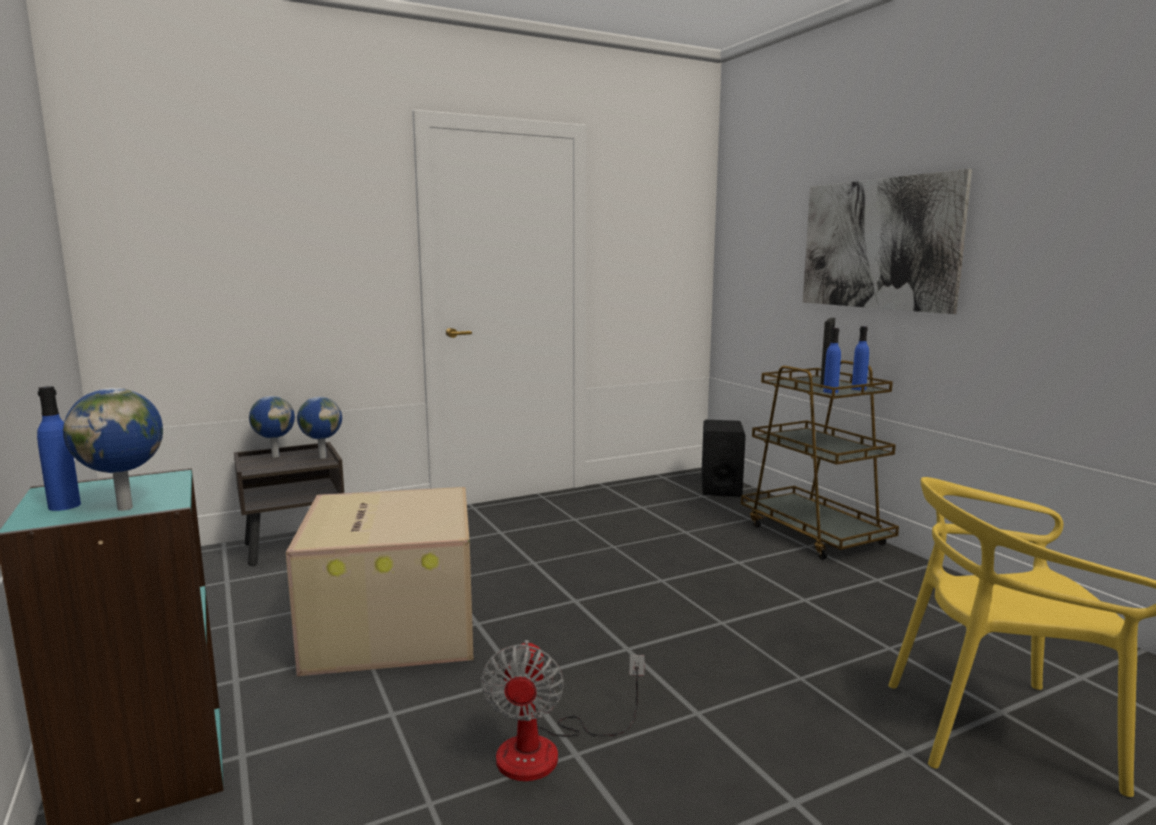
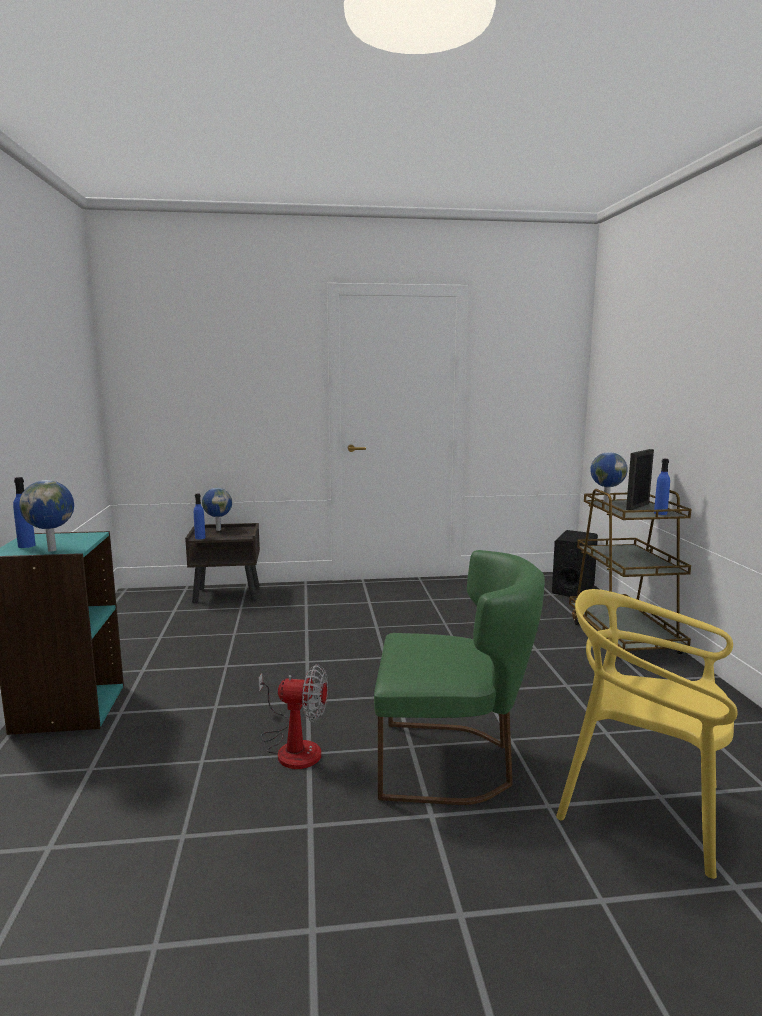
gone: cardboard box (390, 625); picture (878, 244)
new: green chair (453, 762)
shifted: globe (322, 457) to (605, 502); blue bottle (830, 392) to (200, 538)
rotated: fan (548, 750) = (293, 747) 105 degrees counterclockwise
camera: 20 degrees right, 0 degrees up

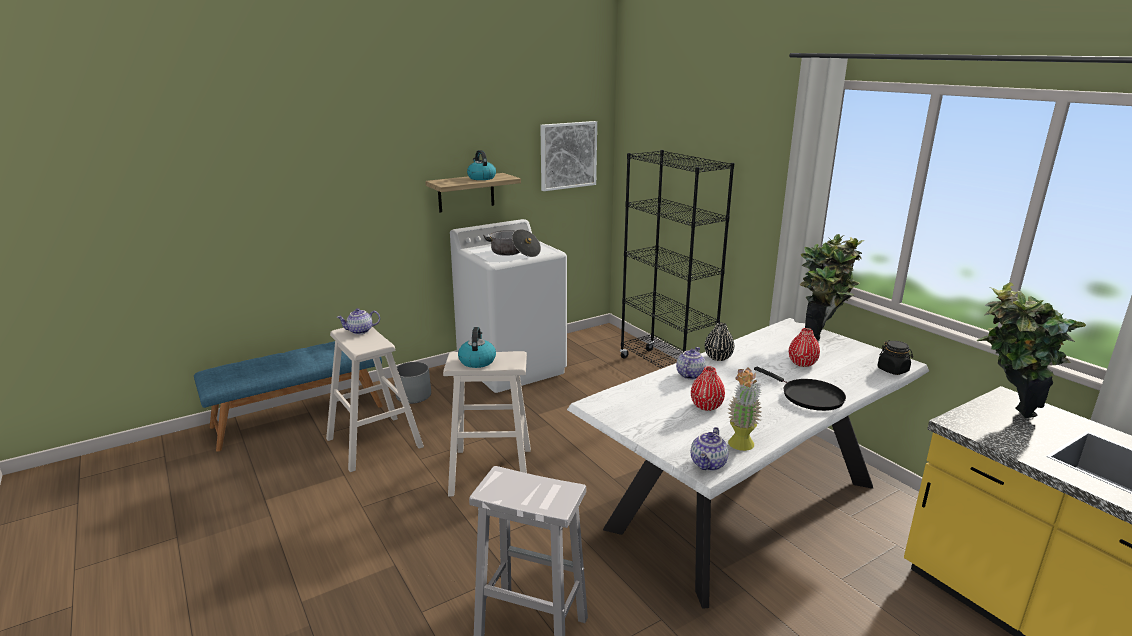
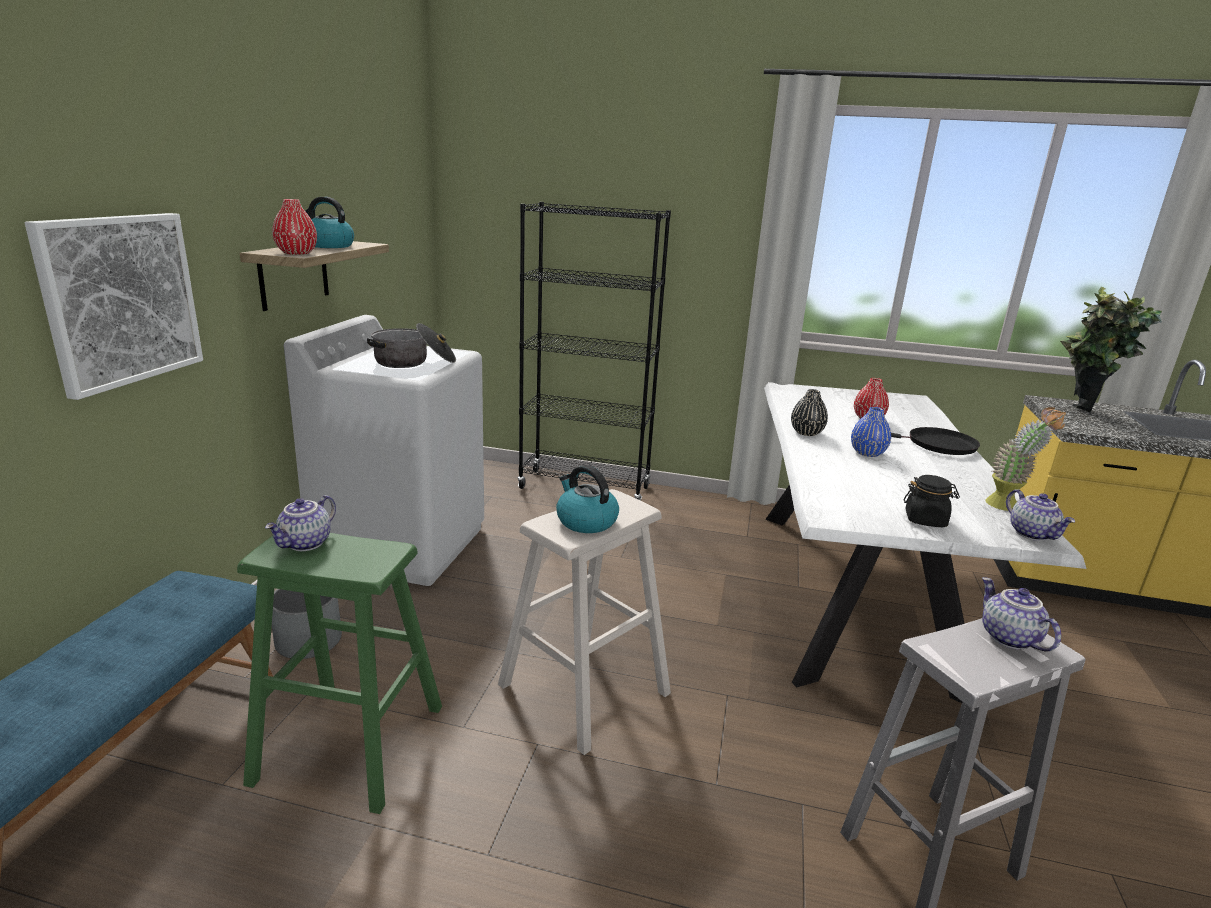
gone: potted plant (821, 337)
new: blue vase (867, 453)
shifted: picture (568, 155) to (121, 300); teapot (689, 375) to (1007, 637); red vase (706, 406) to (296, 253); black jar (893, 370) to (925, 520)
repainted: beige stool (374, 443) to green stool (350, 743)
camera: 45 degrees left, 0 degrees up

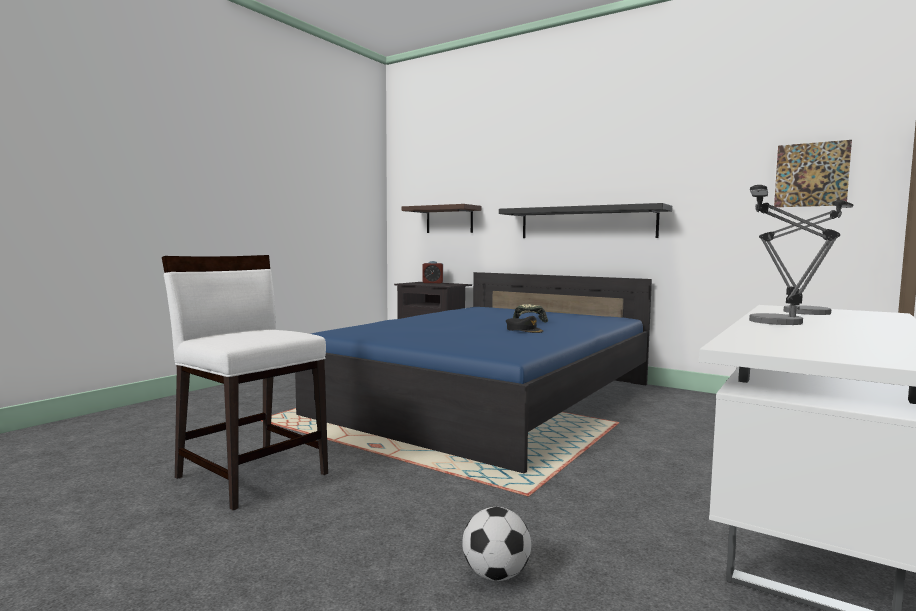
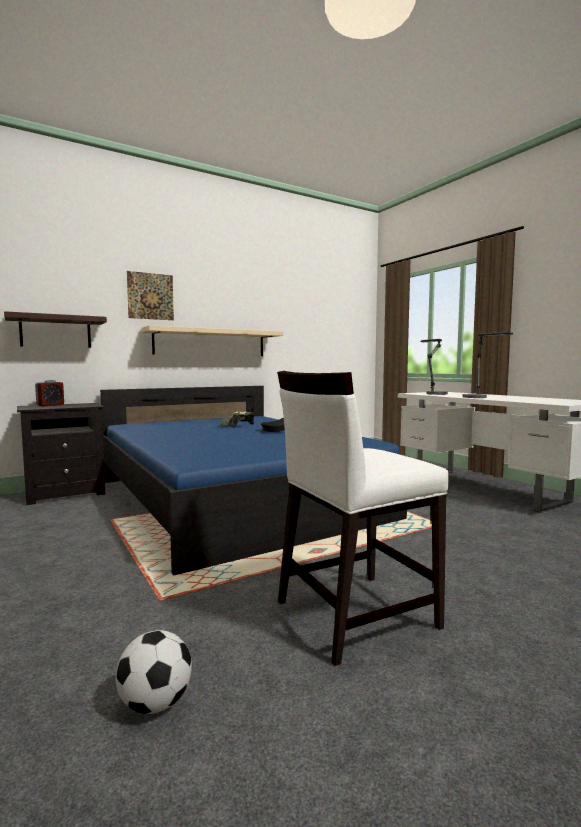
shifted: football (495, 575) to (155, 704); picture (811, 174) to (150, 296)
repainted: black shelf (586, 223) to beige shelf (210, 342)
camera: 65 degrees left, 0 degrees up

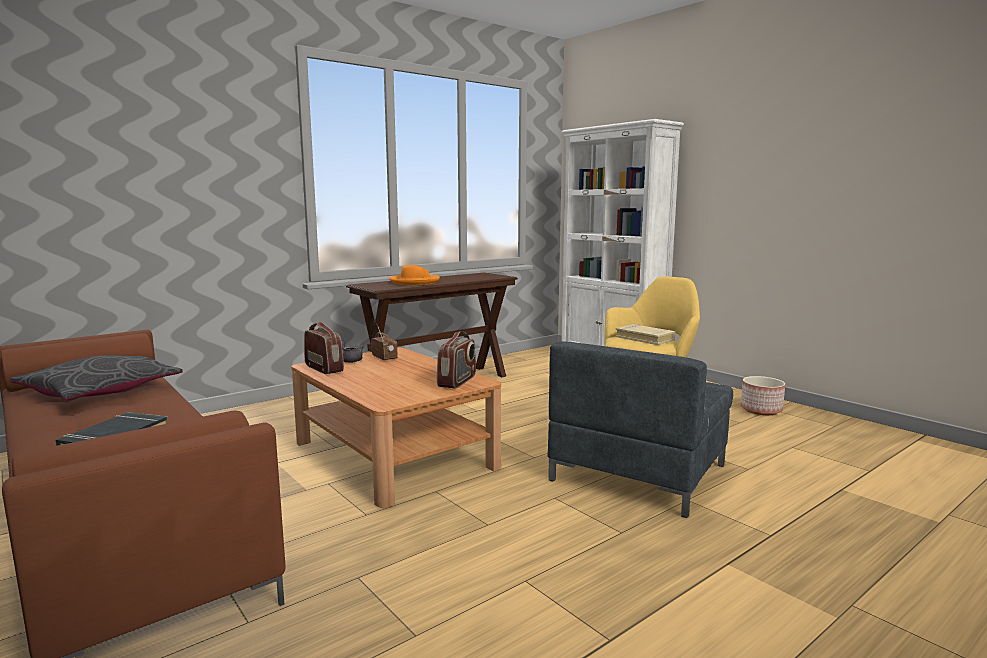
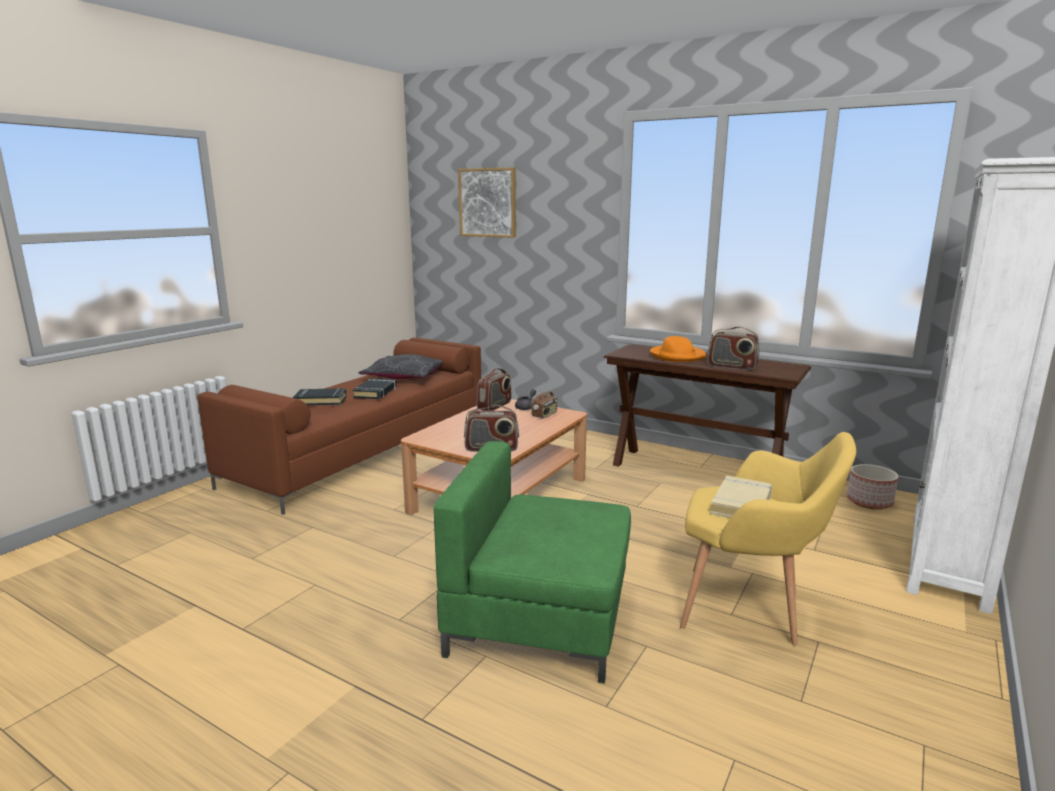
new: black book (375, 392); picture (488, 202); radio (731, 367)
shifted: planter (761, 410) to (870, 502)
repainted: grey armchair (640, 472) to green armchair (541, 619)
camera: 70 degrees right, 5 degrees up

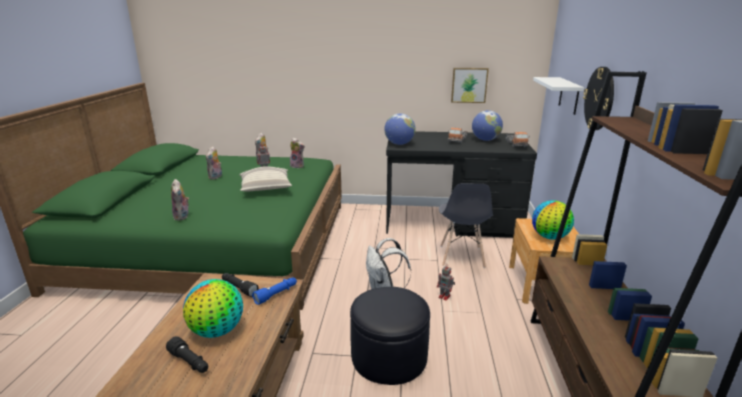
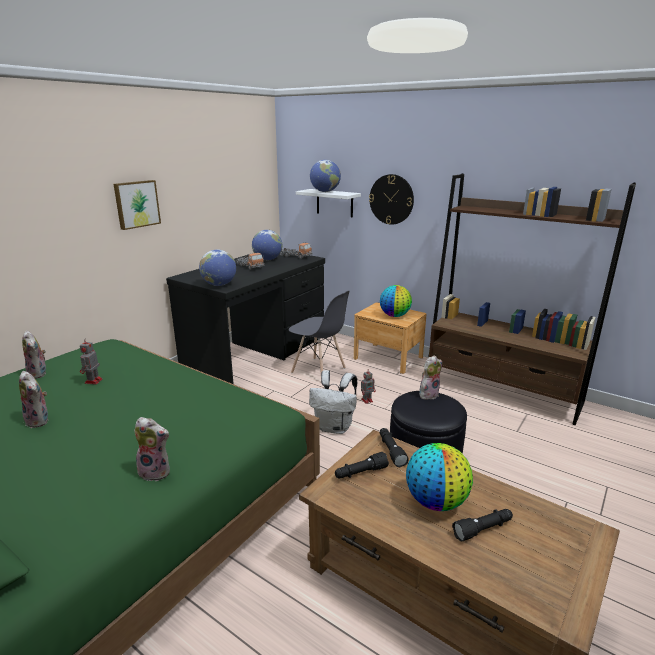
gone: pillow (266, 188)
new: globe (325, 192)
shifted: plush toy (298, 166) to (428, 394); picture (469, 85) to (136, 204)
repainted: blue flashlight (276, 294) to black flashlight (391, 451)
camera: 60 degrees left, 0 degrees up

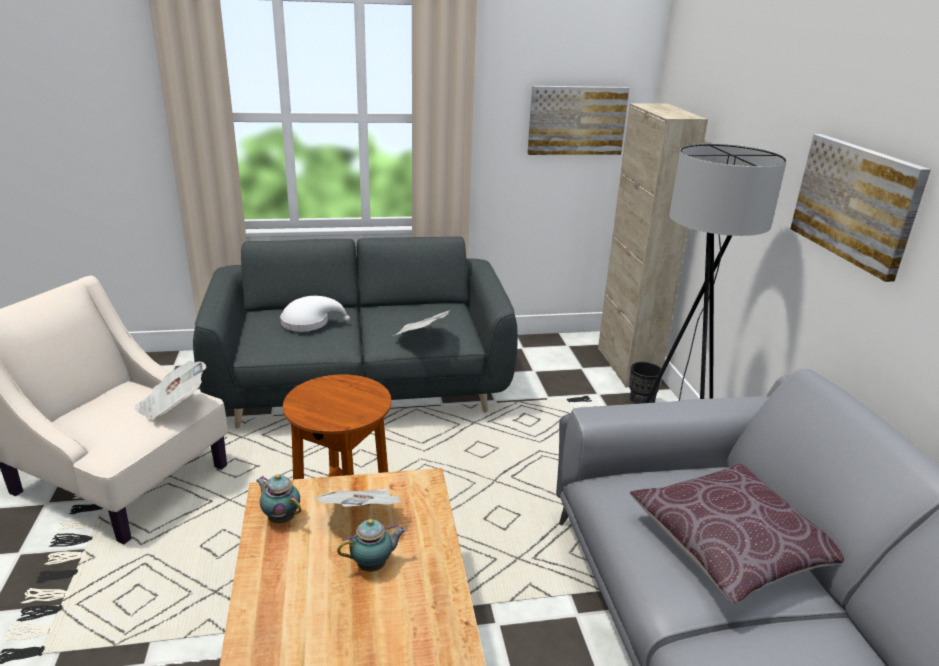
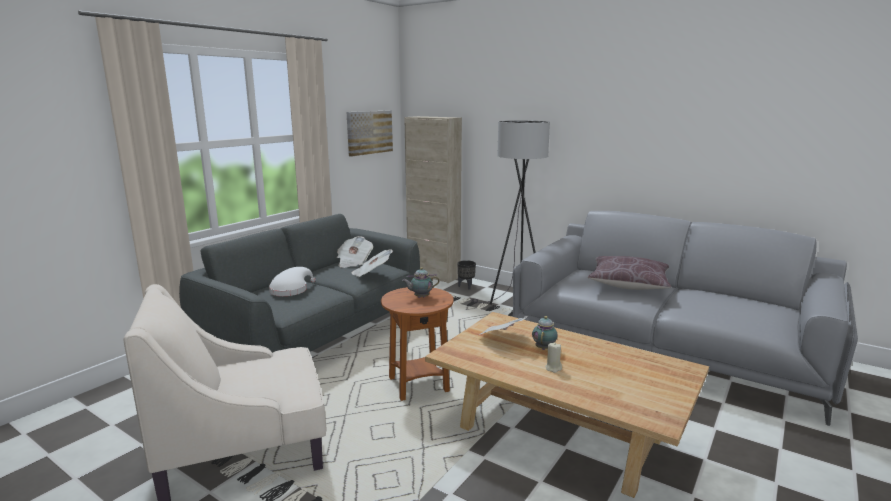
gone: picture (856, 203)
new: beige candle (553, 368)
shifted: newspaper (173, 406) to (353, 262); teapot (281, 518) to (420, 297)
camera: 45 degrees left, 10 degrees down

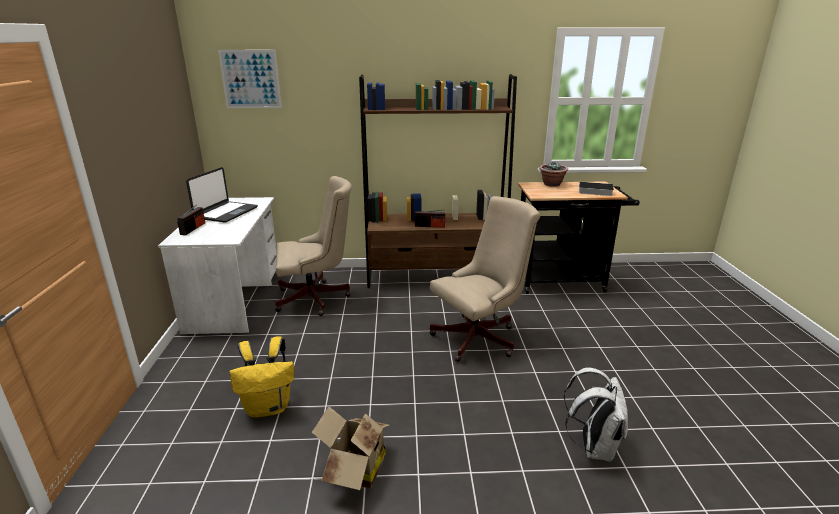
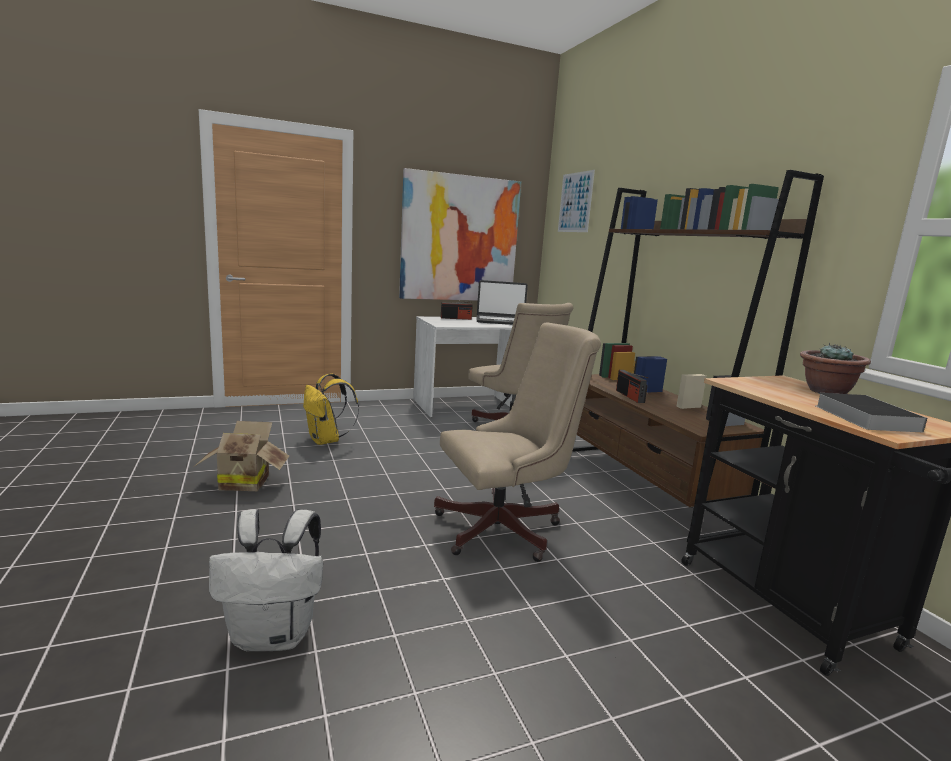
new: picture (460, 239)
rotated: beige office chair (480, 337) = (506, 529) 60 degrees counterclockwise
camera: 70 degrees right, 10 degrees down

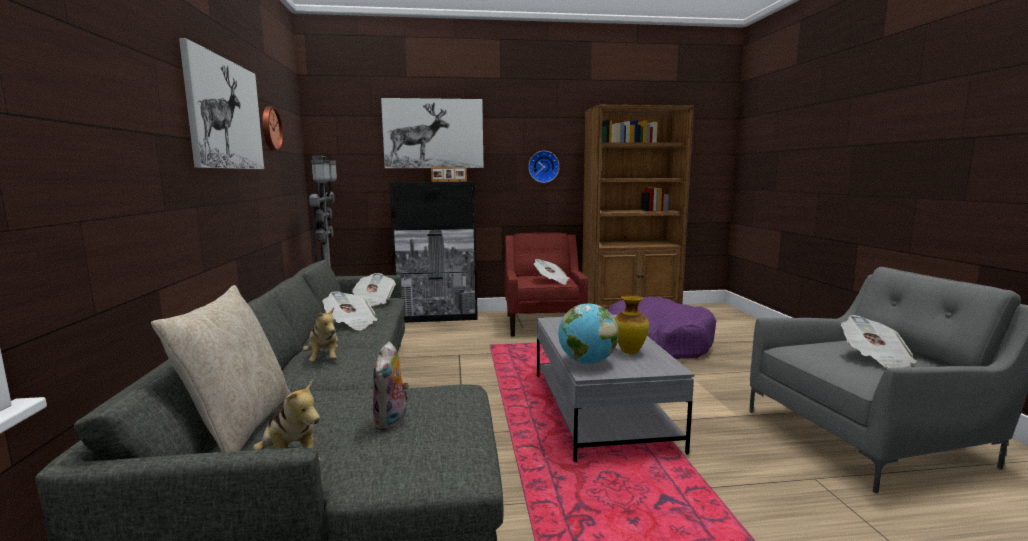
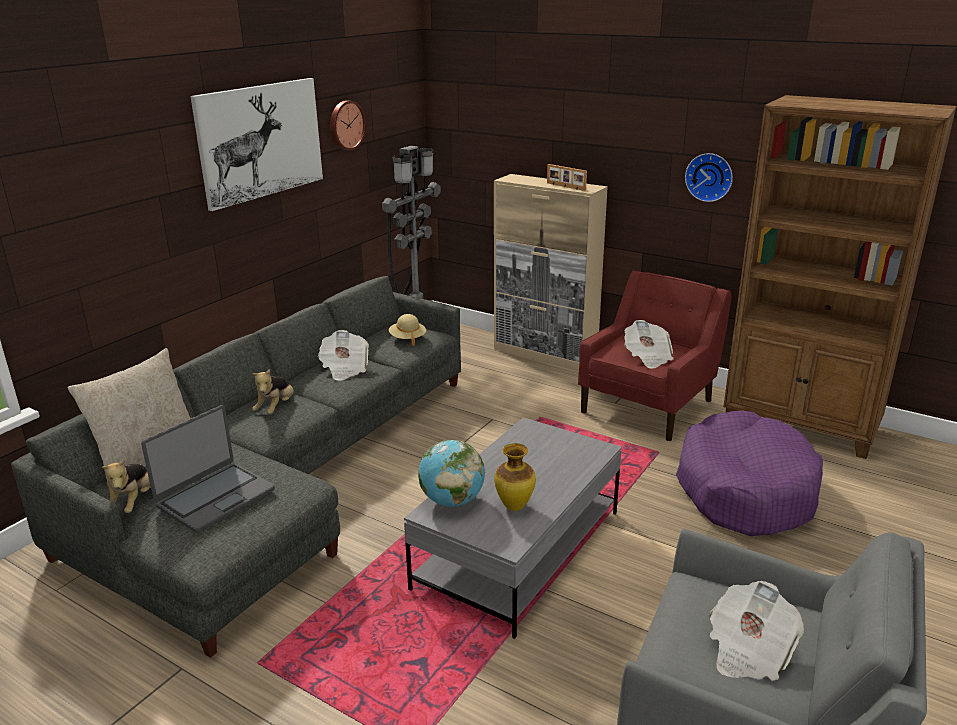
gone: picture (433, 134)
swapped: newspaper (373, 302) to beige hat (407, 338); plush toy (392, 422) to laptop (215, 497)
repainted: black cabinet (438, 318) to beige cabinet (545, 354)
camera: 40 degrees right, 15 degrees up

